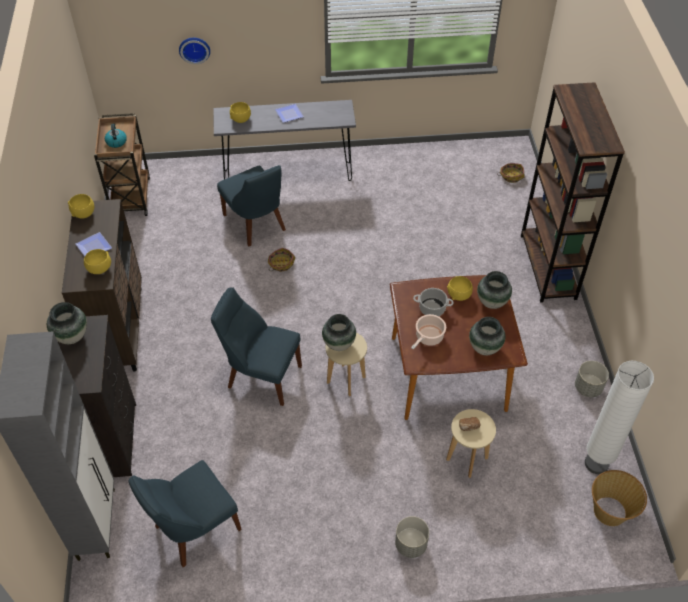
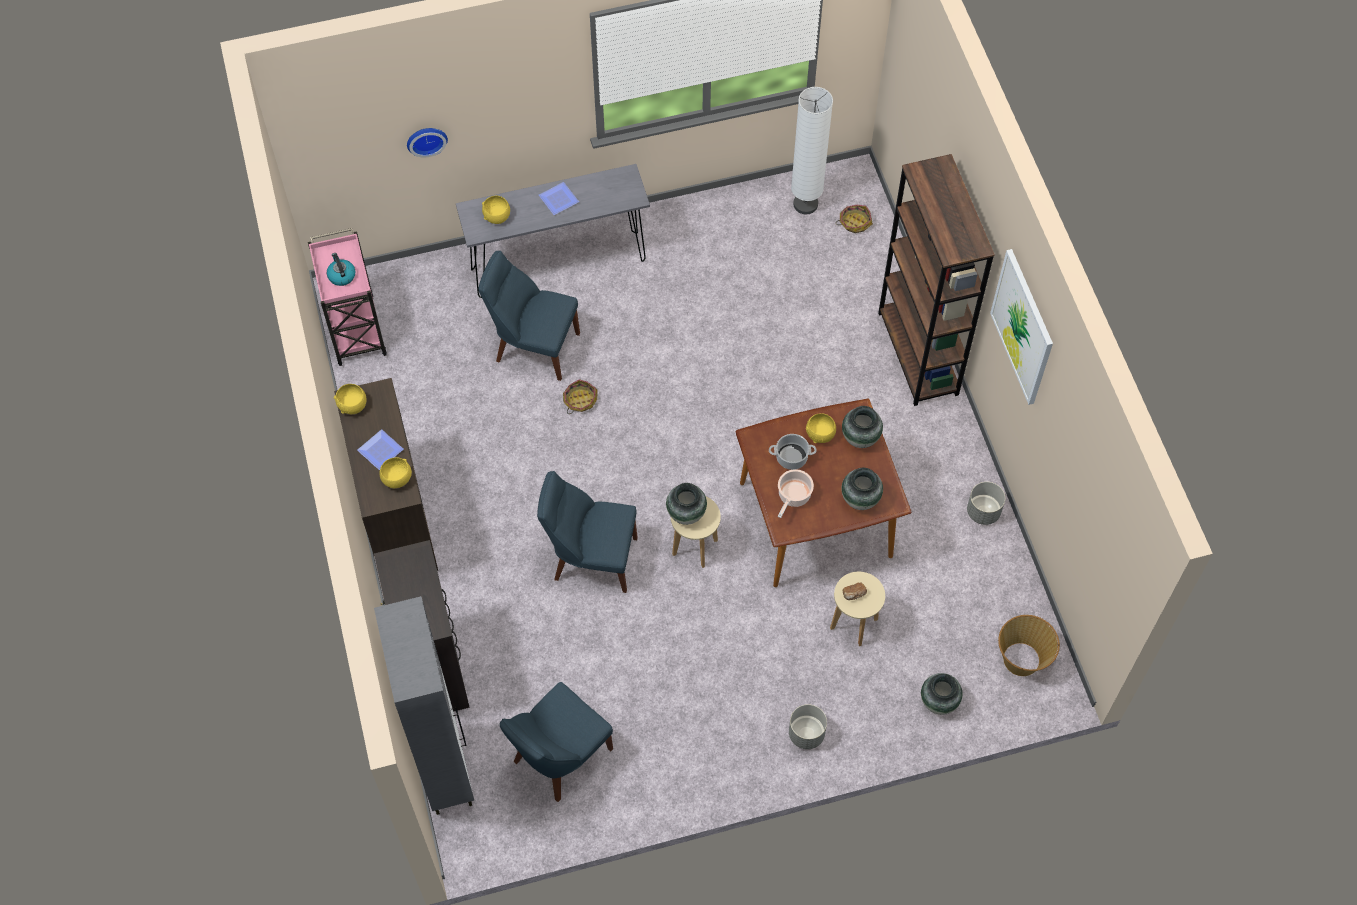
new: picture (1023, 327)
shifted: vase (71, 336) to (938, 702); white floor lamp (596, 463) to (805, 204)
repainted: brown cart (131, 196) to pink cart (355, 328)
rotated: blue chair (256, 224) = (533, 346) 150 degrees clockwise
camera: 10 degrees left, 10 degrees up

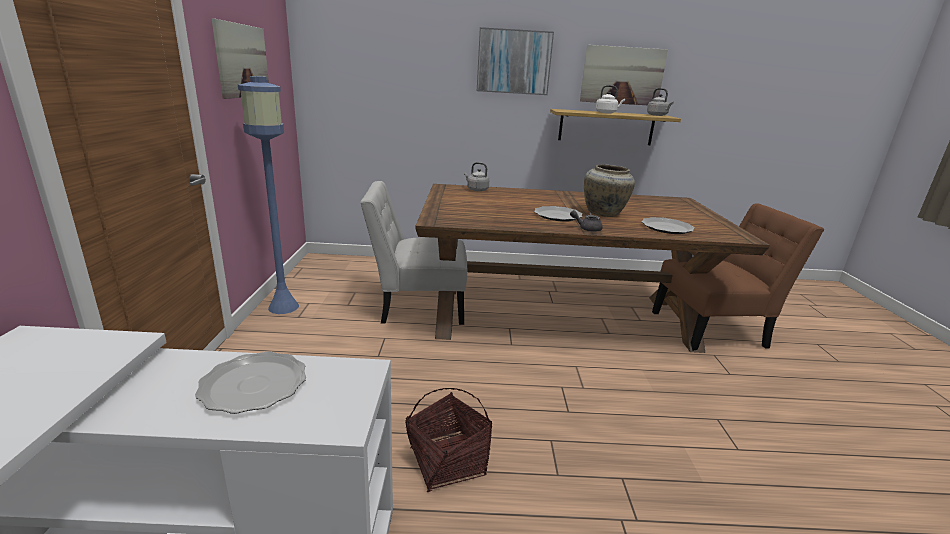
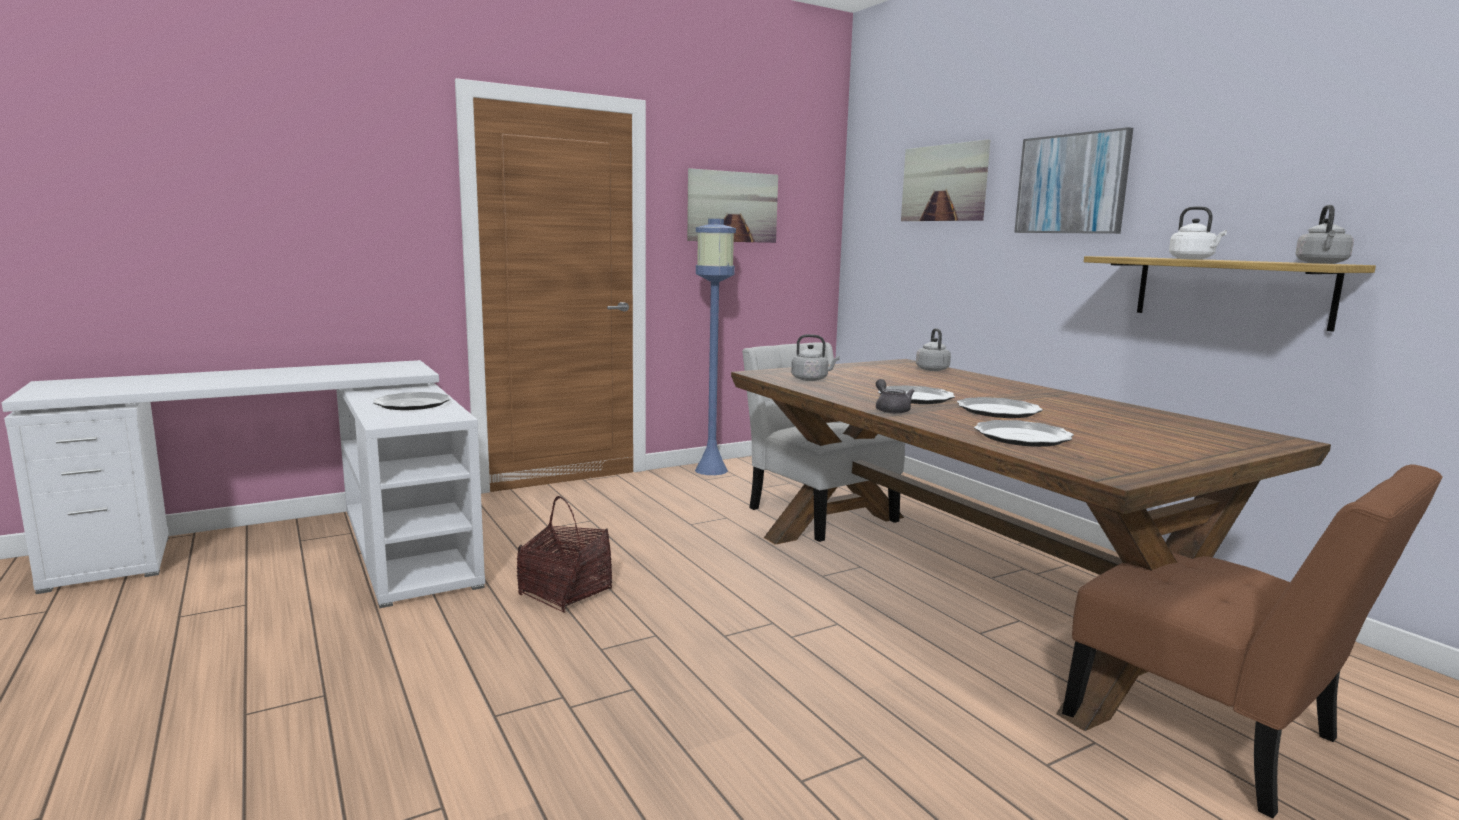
new: grey kettle (811, 379)
shifted: picture (622, 75) to (944, 183)
swapped: beige vase (604, 213) to plate (998, 411)
camera: 60 degrees right, 10 degrees down

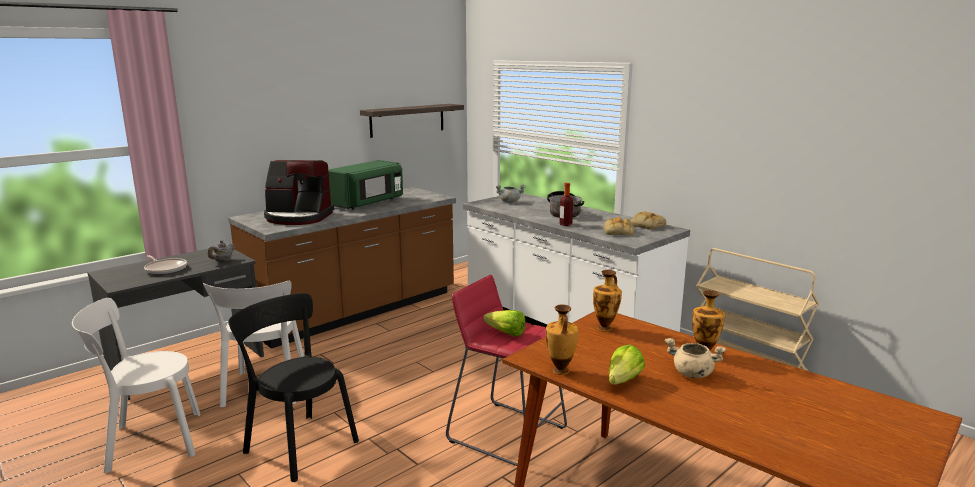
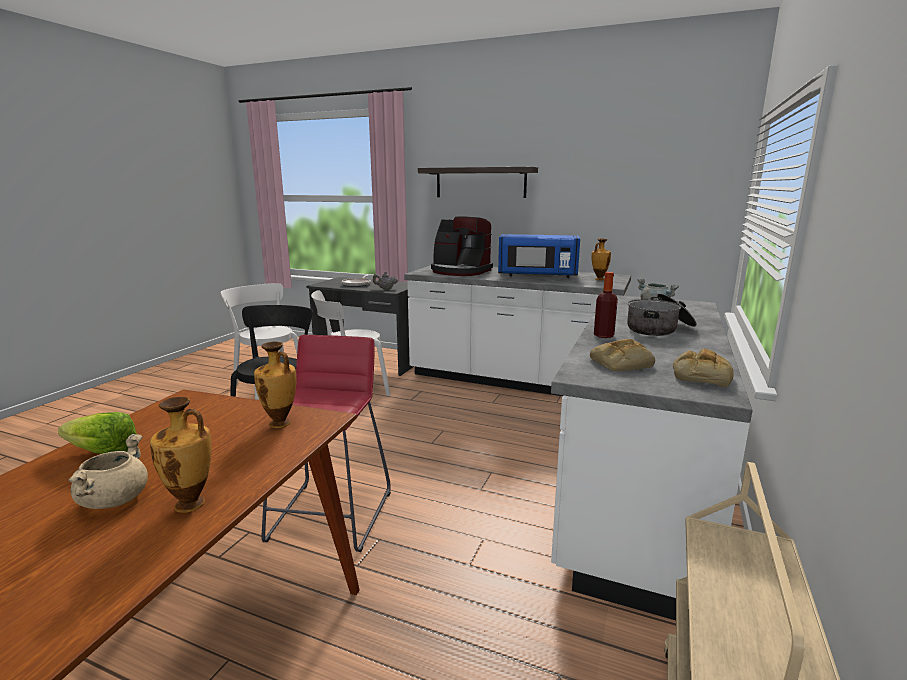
gone: lettuce (503, 333)
shifted: shelf (407, 120) to (480, 182); vase (560, 371) to (599, 279)
repainted: brown counter (355, 311) to white counter (513, 380); green microwave (367, 203) to blue microwave (537, 275)
rotated: coffee machine (298, 217) = (460, 271) 45 degrees counterclockwise
camera: 65 degrees right, 0 degrees up

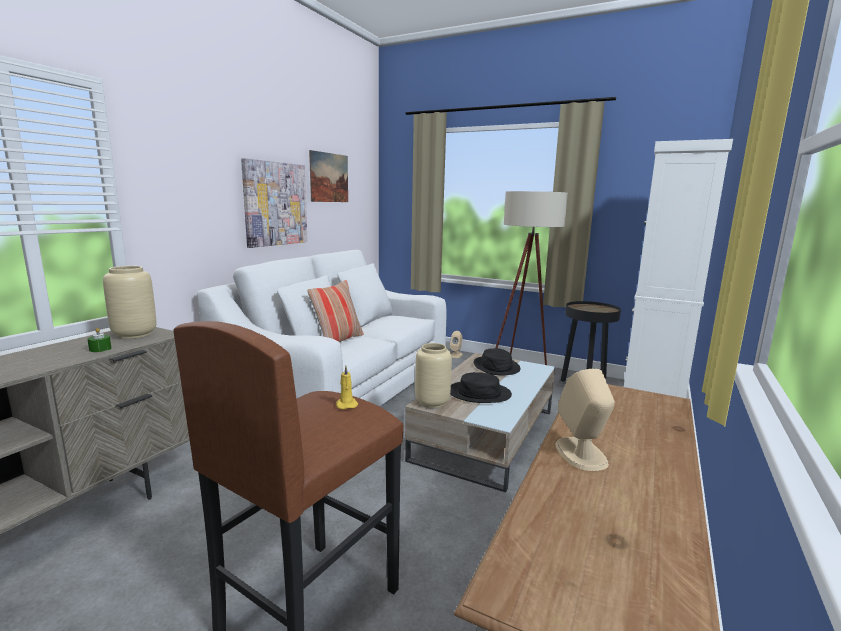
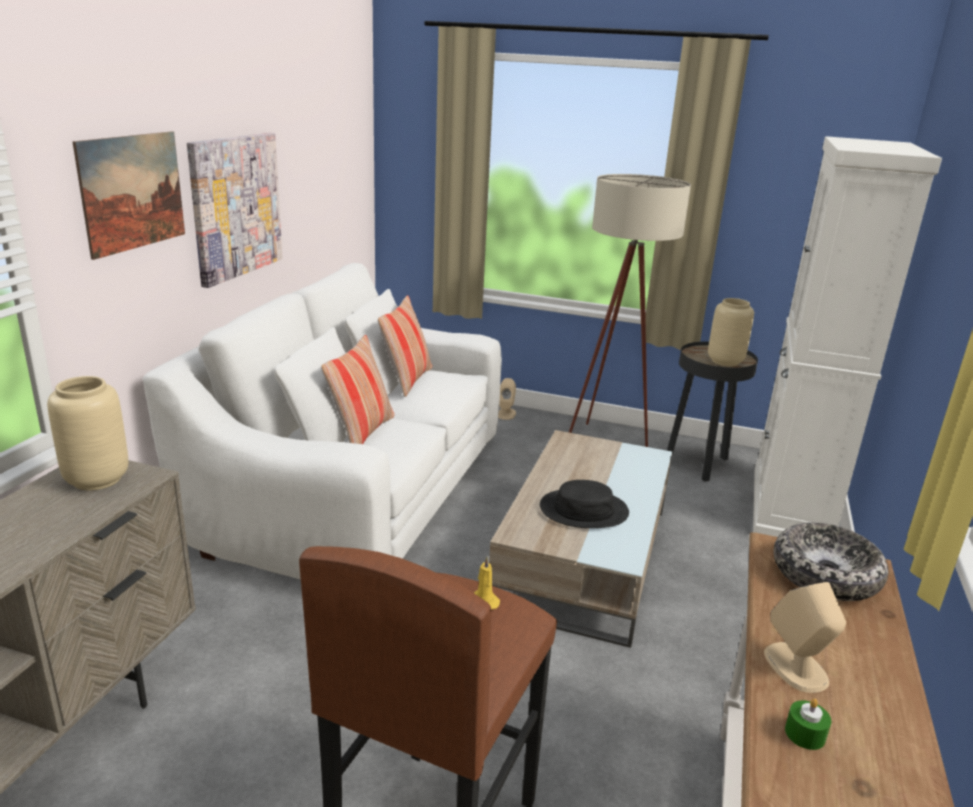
gone: black hat (496, 367)
new: pillow (407, 380); bowl (825, 575)
shifted: green candle (100, 349) to (805, 734); picture (329, 177) to (133, 192); beige vase (433, 402) to (726, 361)
camera: 10 degrees left, 10 degrees up

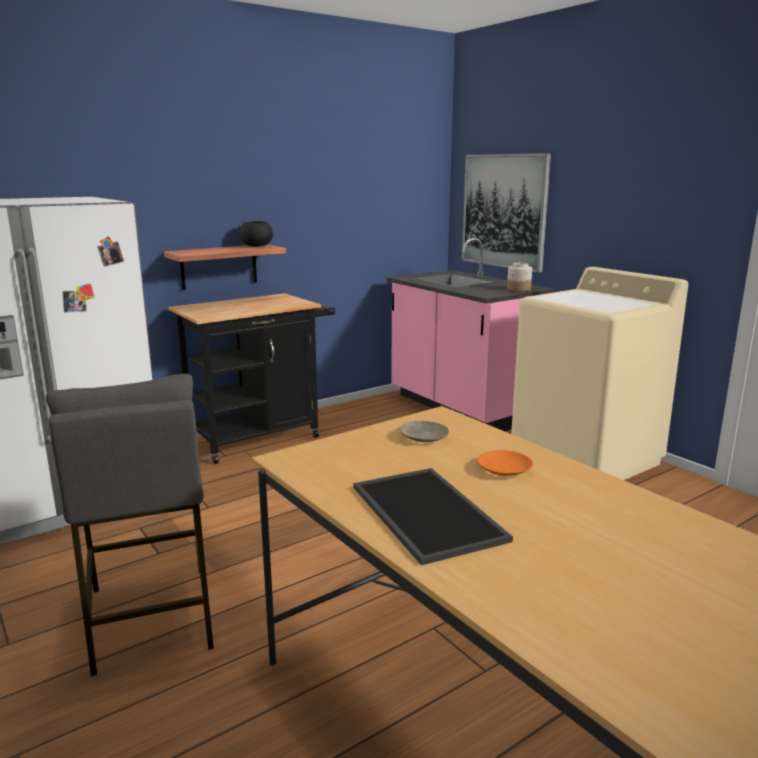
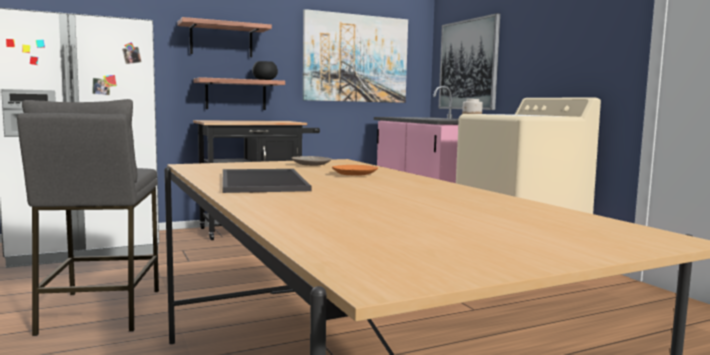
new: shelf (221, 40); picture (356, 58)
camera: 10 degrees right, 10 degrees down

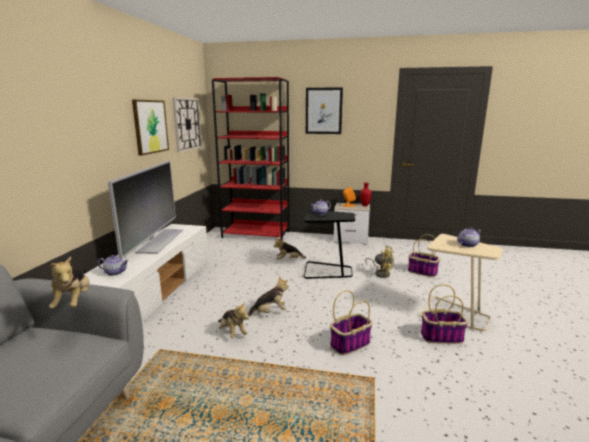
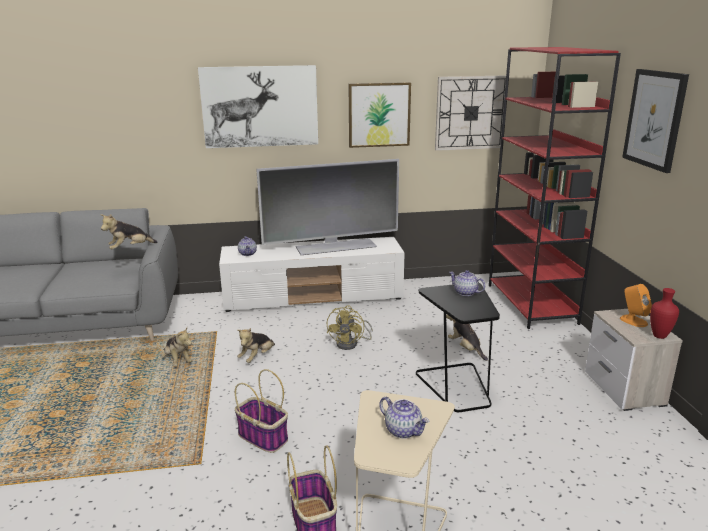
gone: basket (421, 272)
new: picture (260, 106)
shifted: plush toy (269, 312) to (177, 361); yellow fan (381, 273) to (351, 344)
camera: 70 degrees right, 5 degrees up

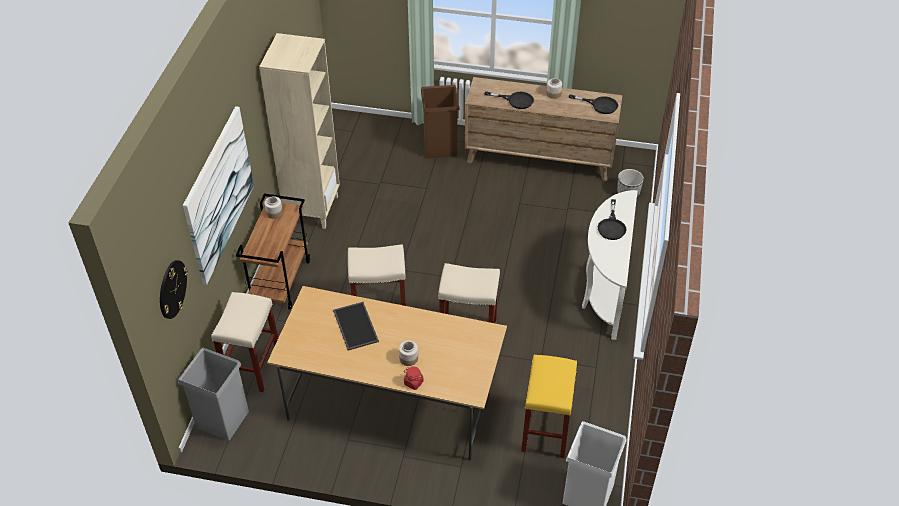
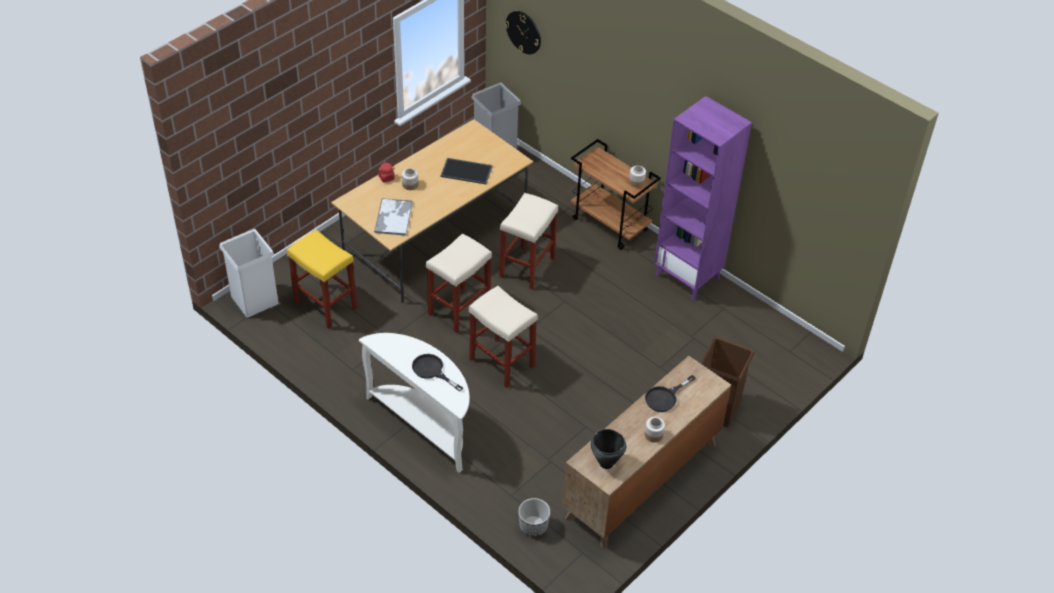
gone: picture (219, 194)
new: tray (393, 217)
shifted: beige stool (252, 366) to (502, 363)
swapped: black frying pan (600, 105) to black cooking pot (606, 463)
repainted: beige bookcase (312, 209) to purple bookcase (688, 277)
camera: 120 degrees right, 0 degrees up

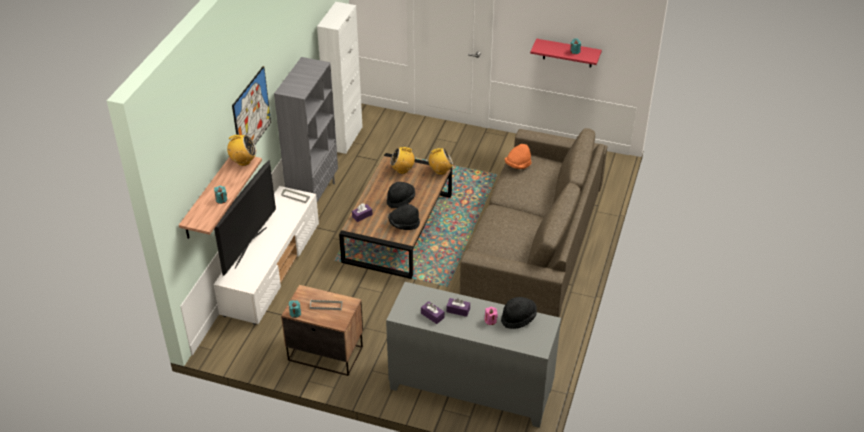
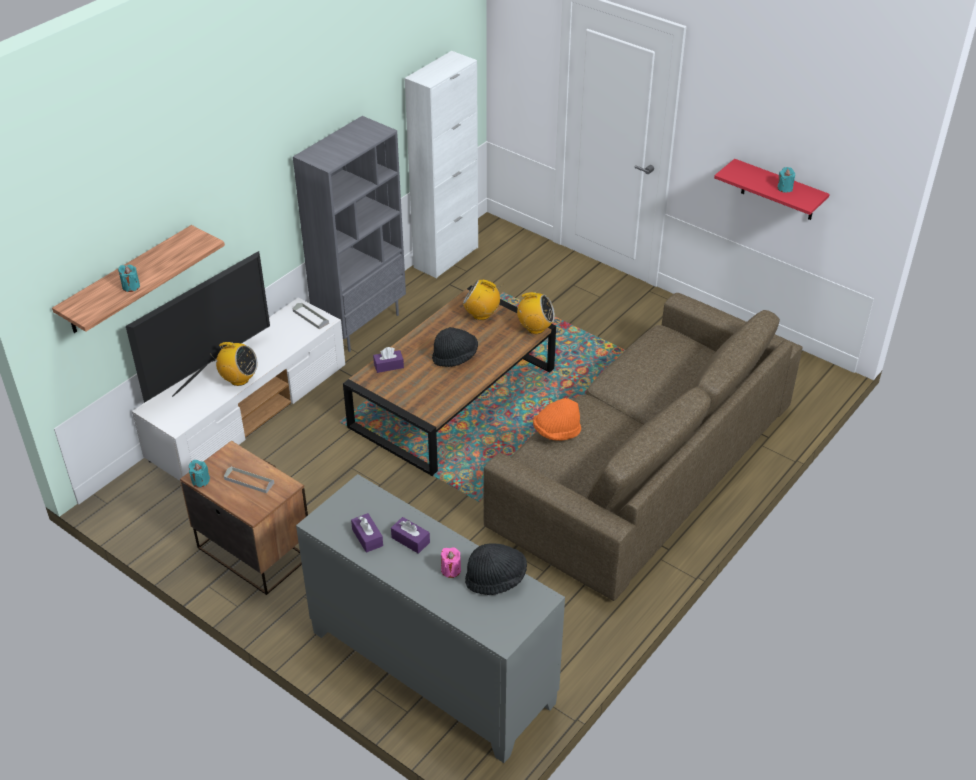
gone: picture (251, 114); black hat (404, 224)
shifted: radio (243, 161) to (239, 379); orange hat (518, 165) to (556, 432)
camera: 20 degrees right, 0 degrees up

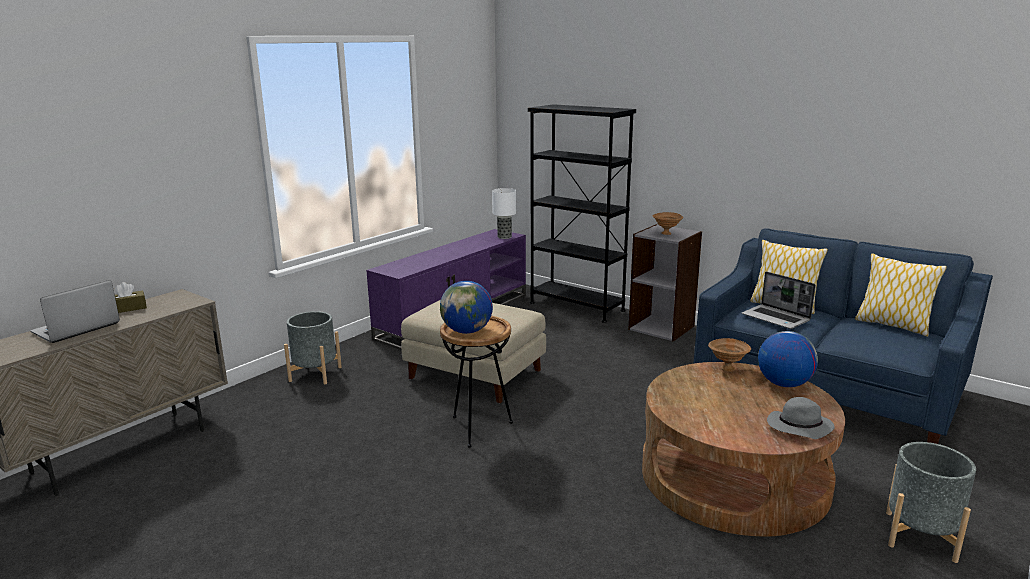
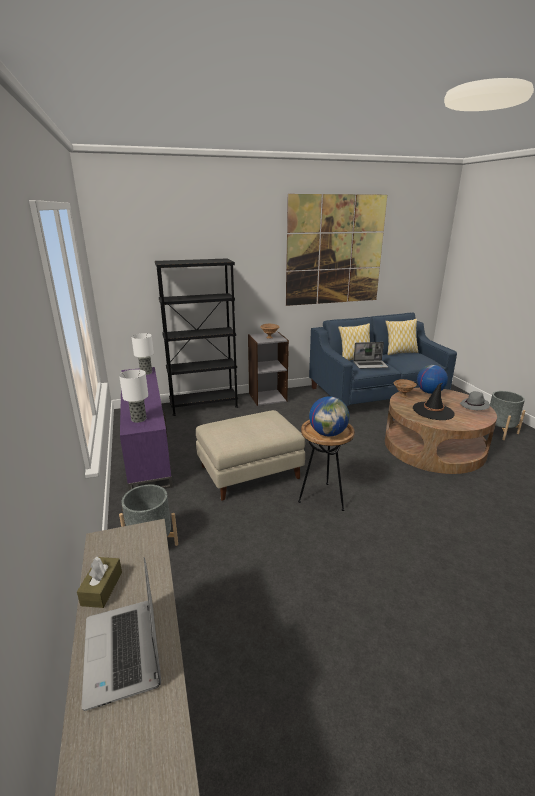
new: table lamp (139, 419); picture (335, 251); black hat (433, 411)
camera: 55 degrees left, 5 degrees up

